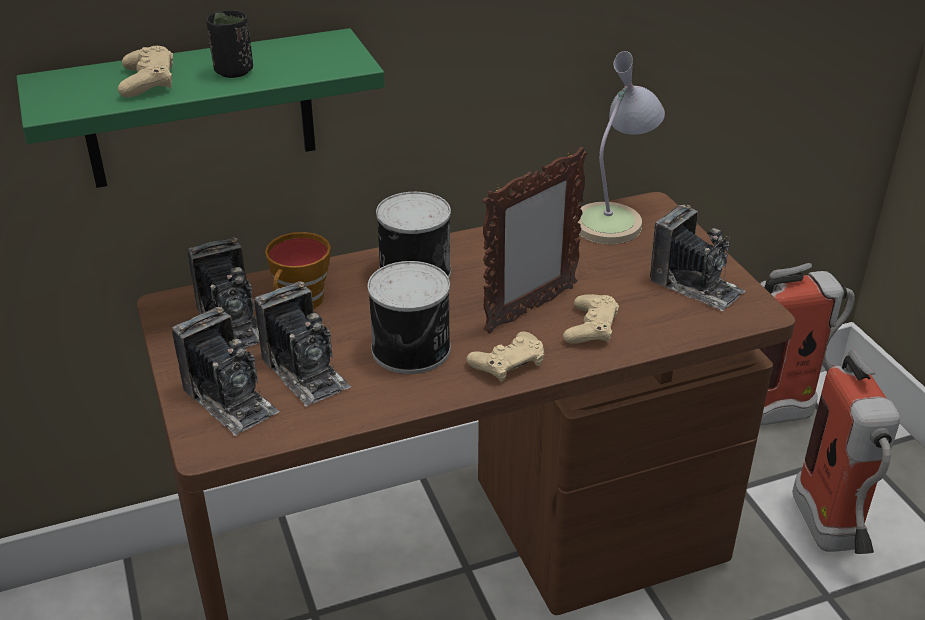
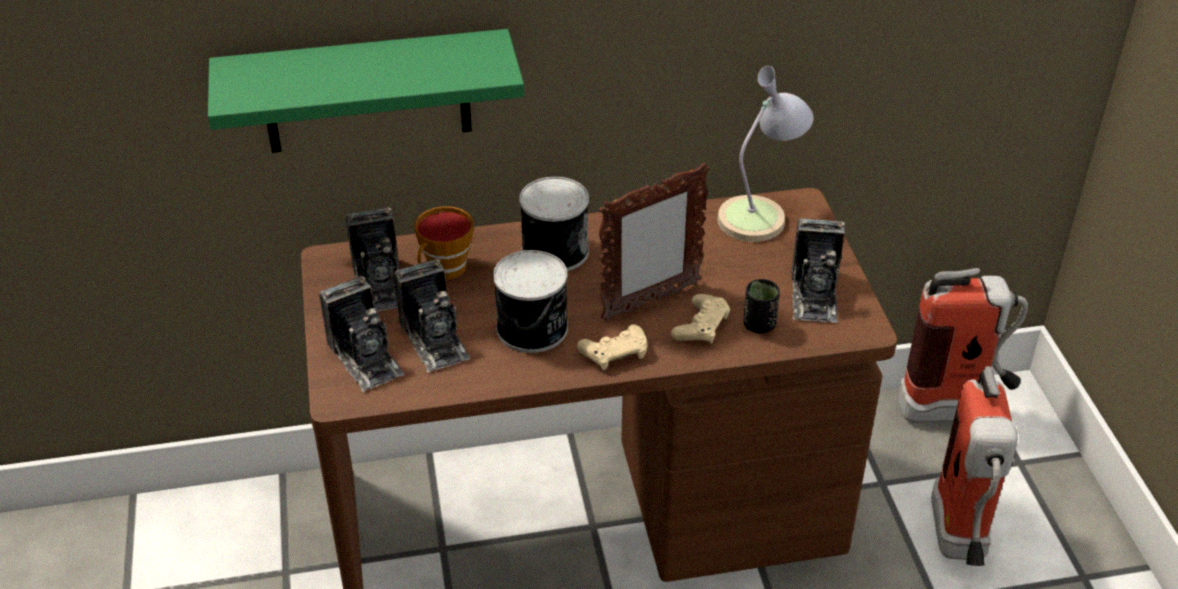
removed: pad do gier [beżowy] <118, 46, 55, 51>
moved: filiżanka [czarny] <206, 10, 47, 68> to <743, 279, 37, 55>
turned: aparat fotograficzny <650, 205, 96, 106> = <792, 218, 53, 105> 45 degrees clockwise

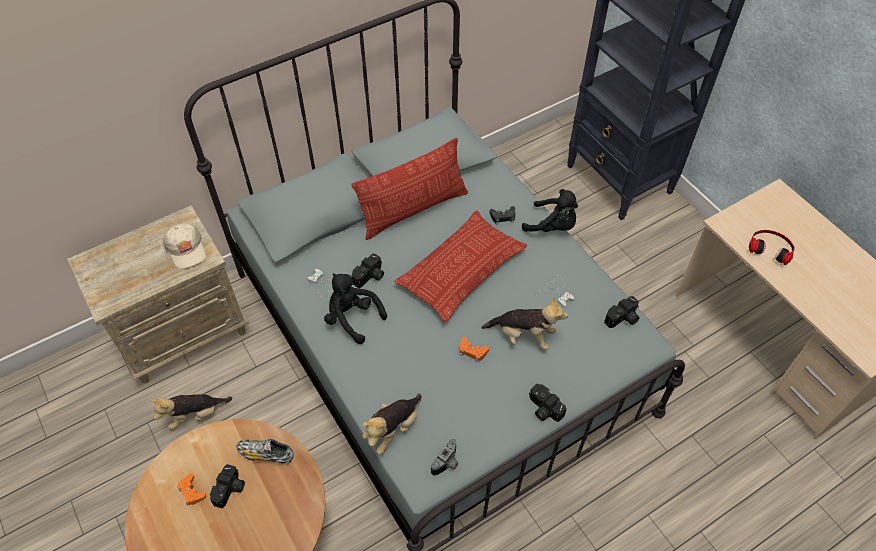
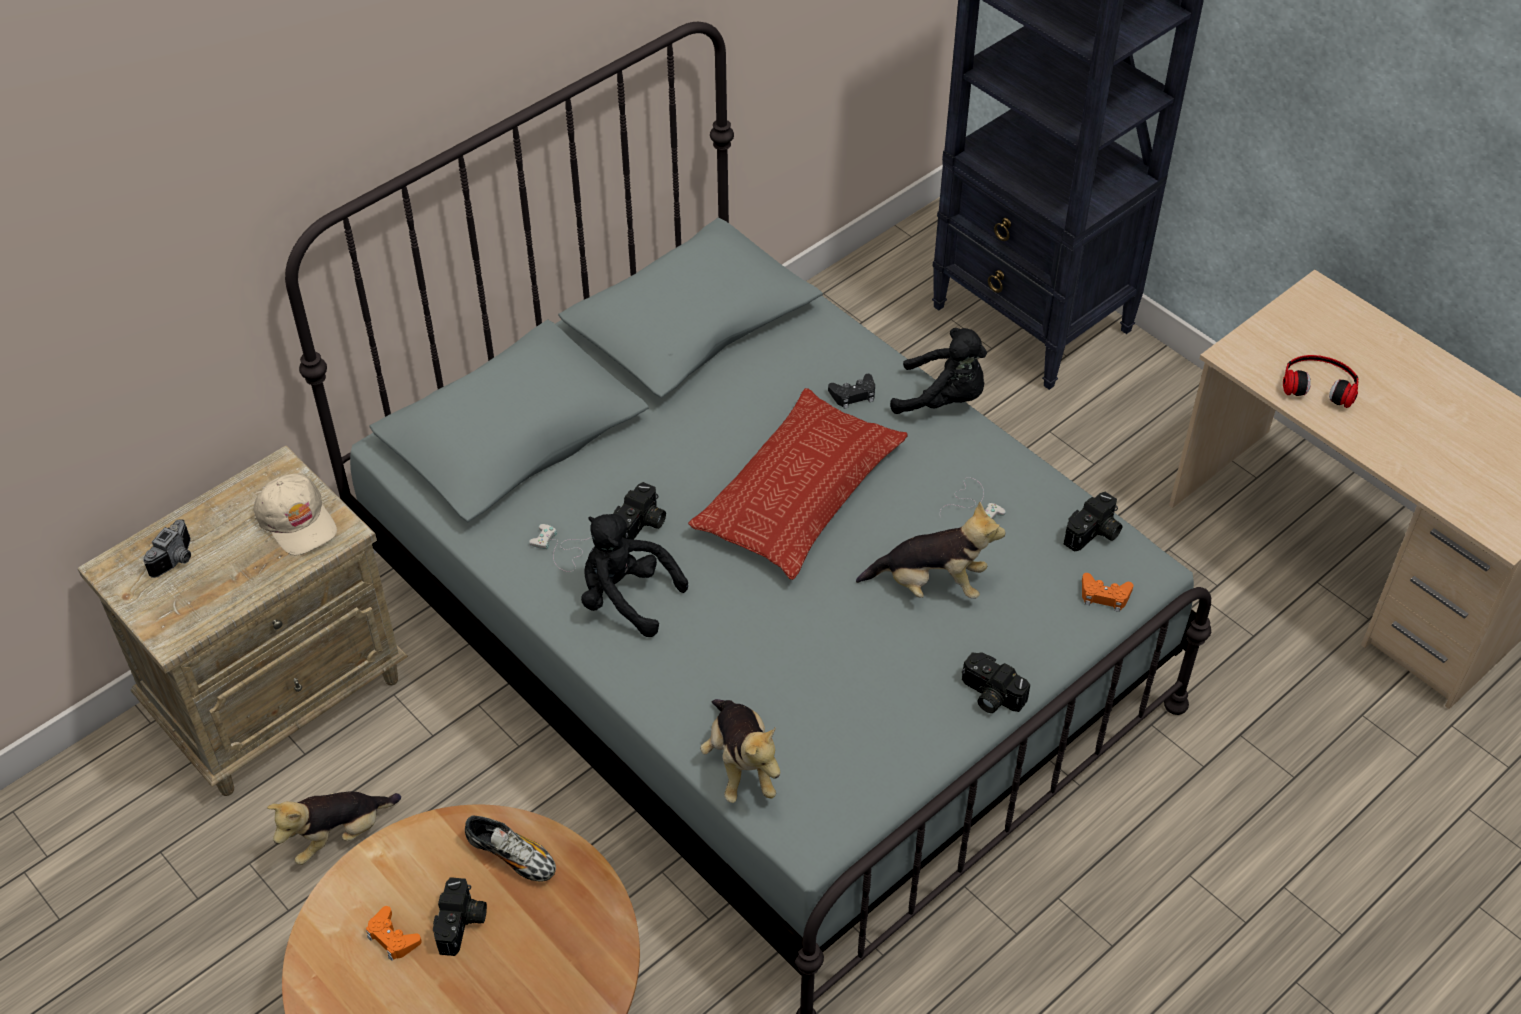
removed: poduszka <352, 137, 116, 103>
moved: aparat fotograficzny <431, 439, 27, 37> to <143, 519, 48, 59>; pad do gier [pomarańczowy] <460, 337, 29, 26> to <1082, 573, 52, 39>
turned: but <236, 439, 58, 25> = <465, 815, 91, 67> 150 degrees counterclockwise; pluszak <362, 393, 60, 62> = <700, 699, 81, 104> 45 degrees counterclockwise

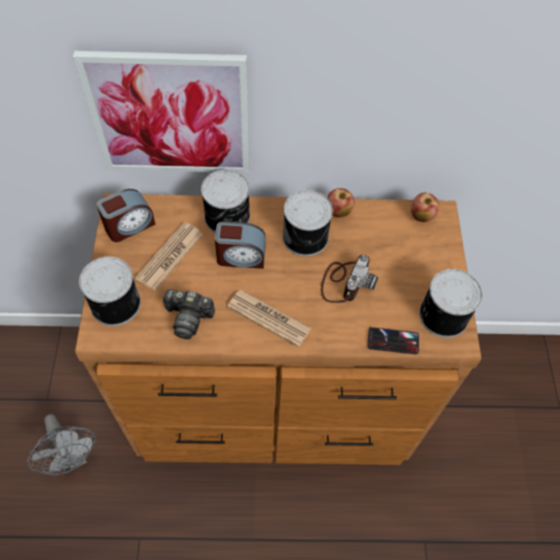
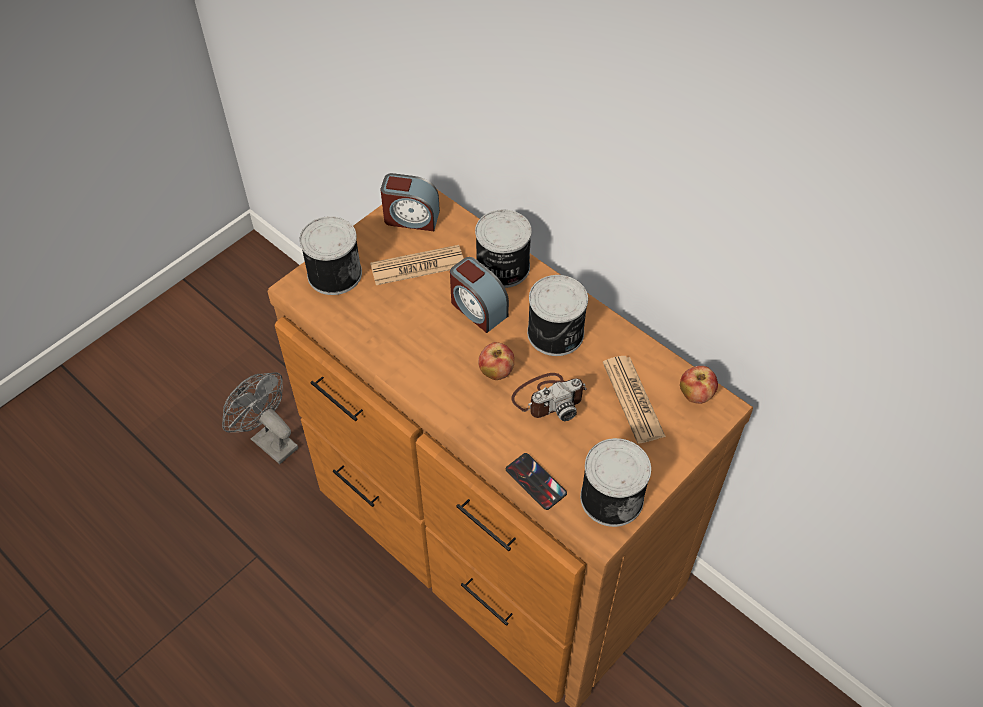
removed: obraz <73, 51, 176, 122>; aparat fotograficzny <162, 289, 53, 50>
moved: jabłko <327, 188, 28, 30> to <478, 342, 36, 38>; gazeta <227, 290, 85, 57> to <603, 356, 63, 88>
turned: wentylator [szary] <27, 414, 69, 61> = <222, 372, 76, 92> 120 degrees clockwise

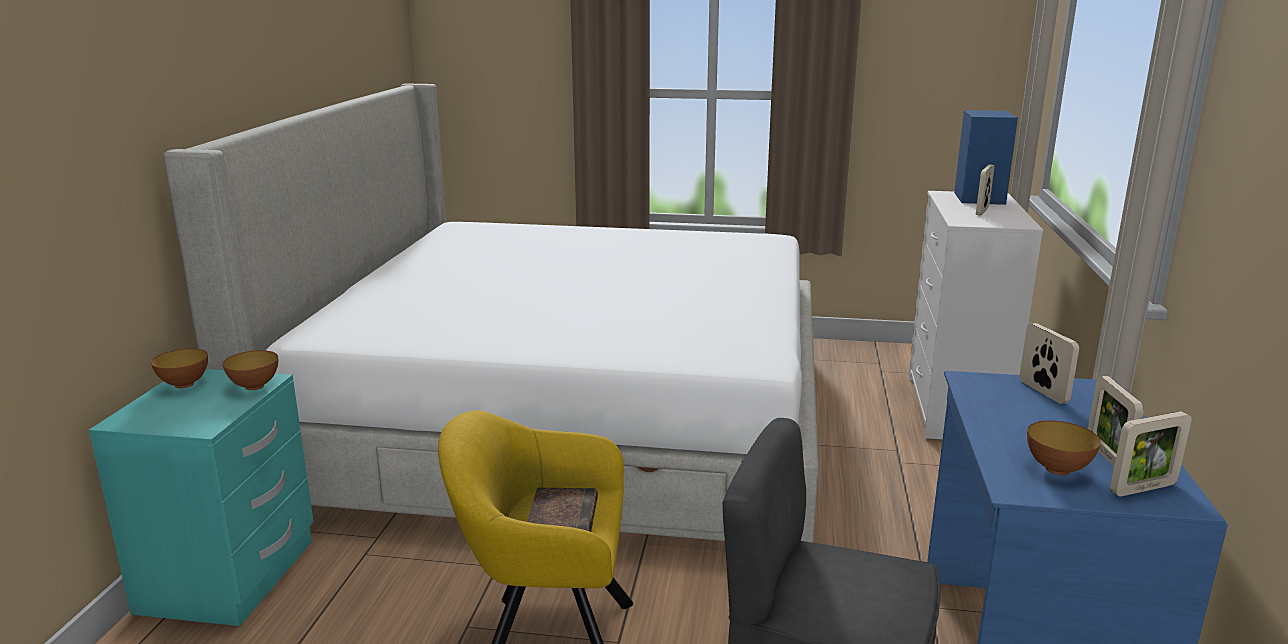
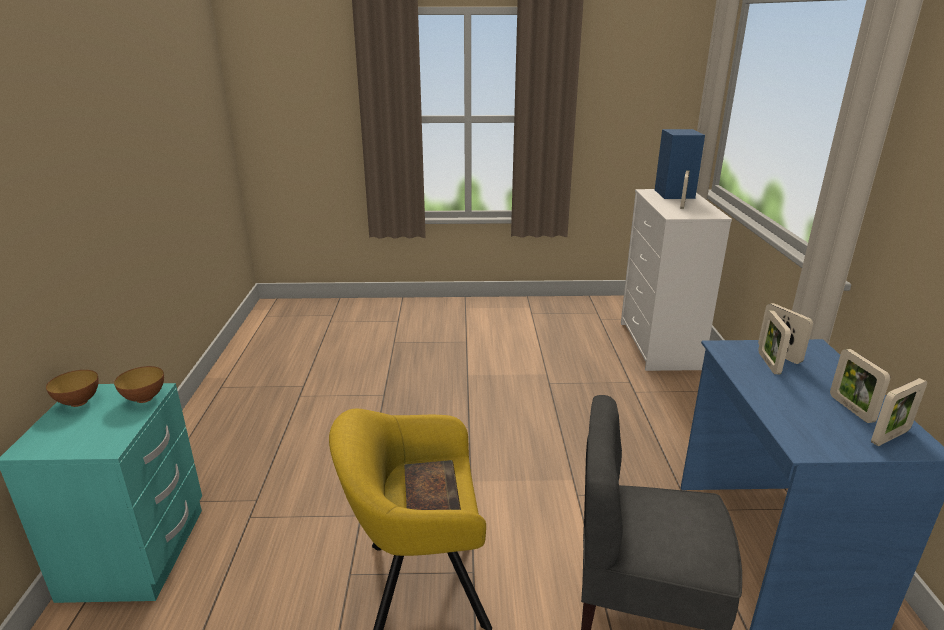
removed: łóżko <163, 83, 656, 460>; miska <1027, 421, 74, 54>
added: ramka na zdjęcie <759, 310, 32, 64>

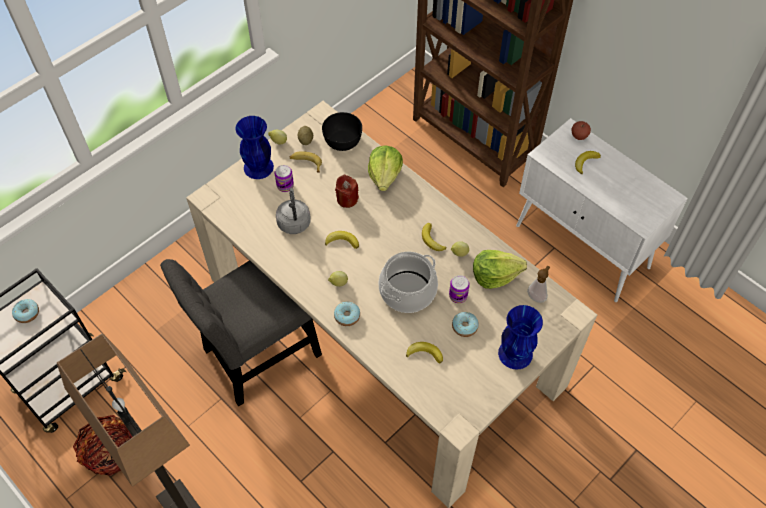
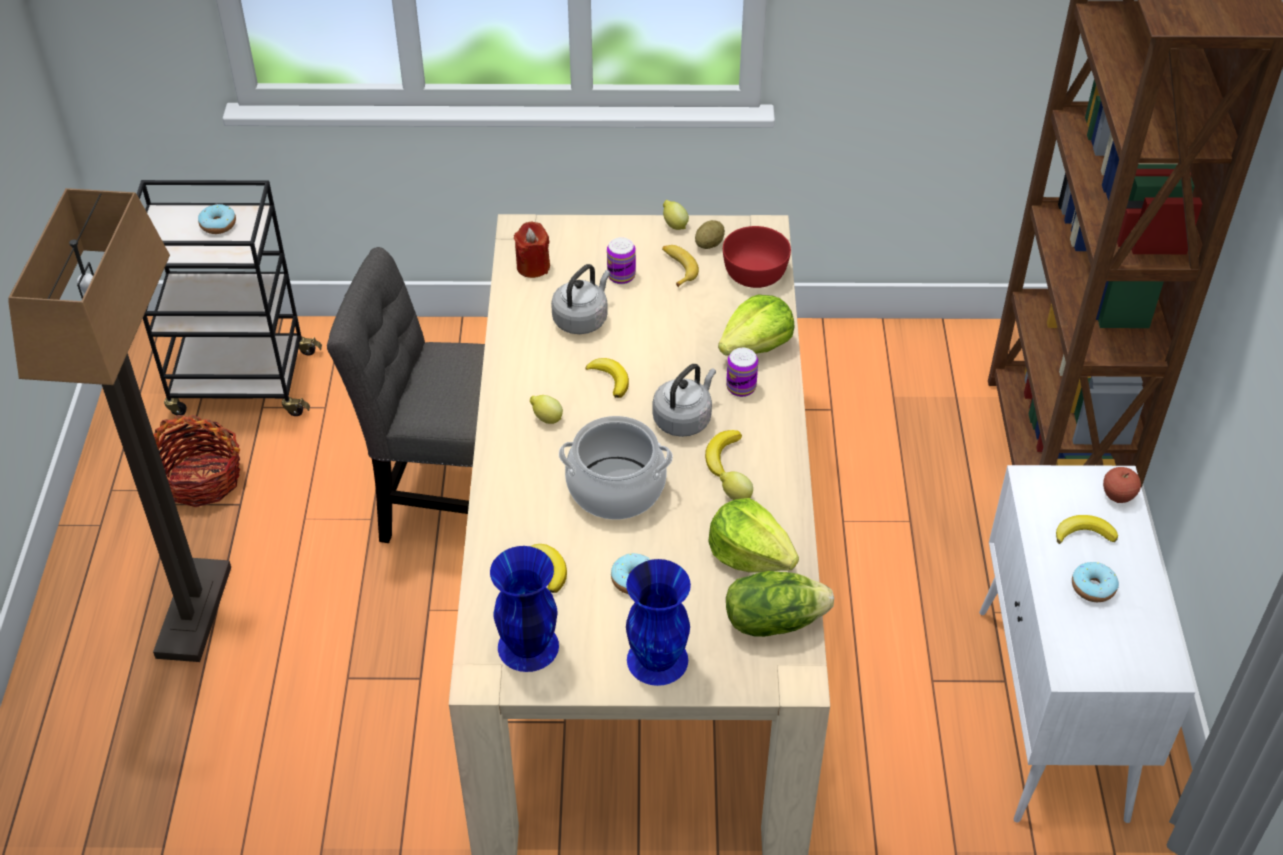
added: czajnik [szary] <653, 364, 63, 73>
moved: wazon [niebieski] <236, 116, 38, 63> to <490, 546, 69, 126>; świeca [czerwony] <335, 175, 24, 33> to <514, 222, 36, 56>; puszka <449, 275, 21, 28> to <726, 348, 32, 49>; donut <334, 302, 26, 24> to <1072, 562, 47, 40>
replaced: dozownik mydła <527, 266, 23, 37> to sałata <726, 571, 108, 66>
recoloured: miska [czarny] <322, 112, 40, 39> to miska [czerwony] <723, 226, 68, 62>

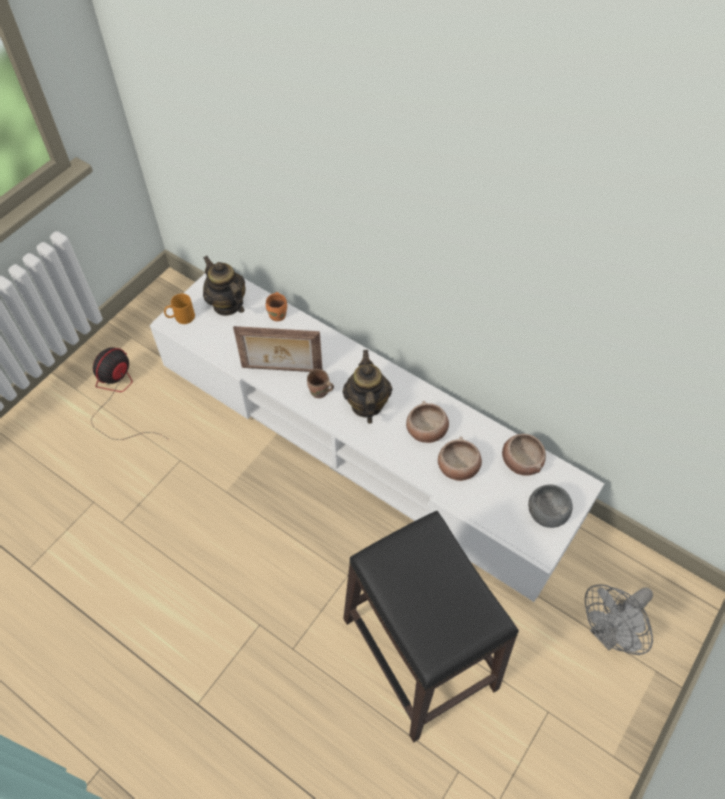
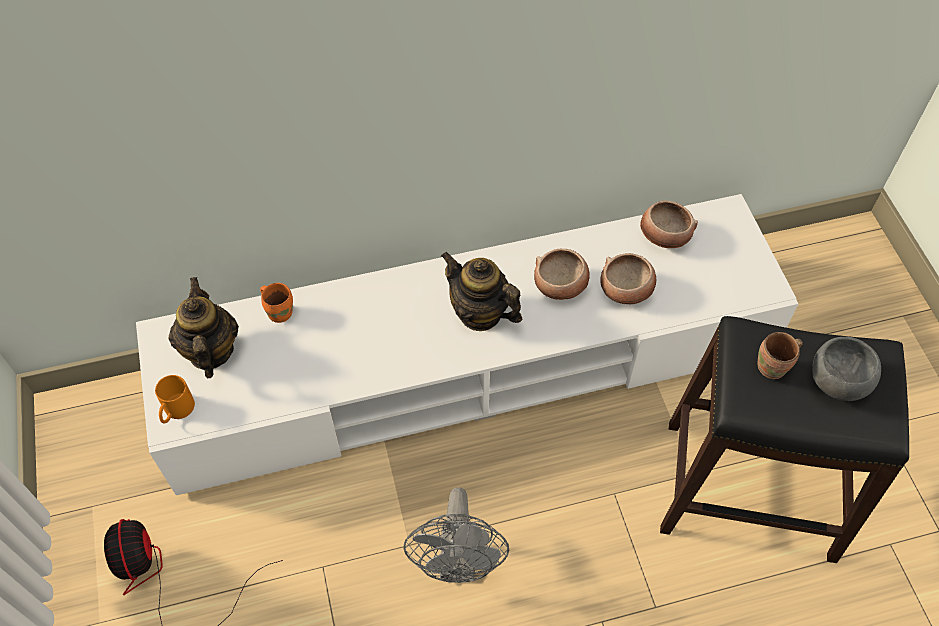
removed: ramka na zdjęcie <233, 326, 90, 46>
moved: wentylator [szary] <585, 584, 68, 71> to <403, 487, 106, 96>; kubek [brązowy] <307, 369, 27, 29> to <758, 332, 45, 47>; miska [szary] <528, 485, 45, 43> to <812, 337, 69, 64>
turned: imbryk <203, 256, 43, 60> = <169, 277, 70, 101> 75 degrees clockwise

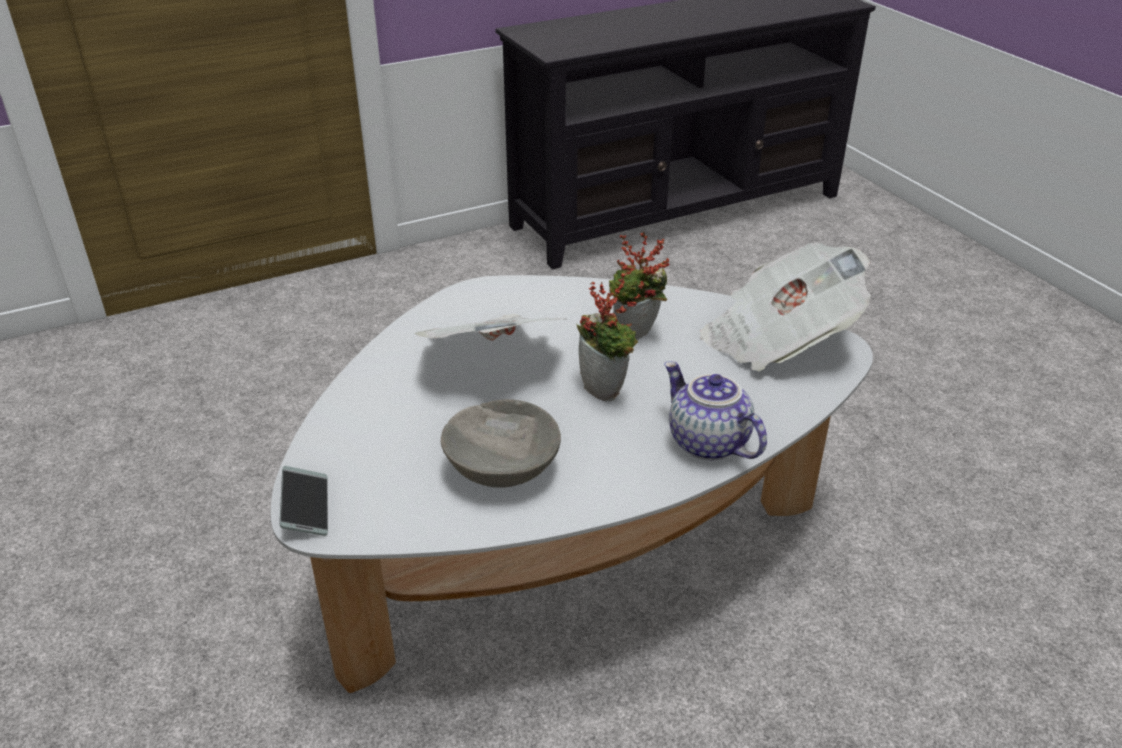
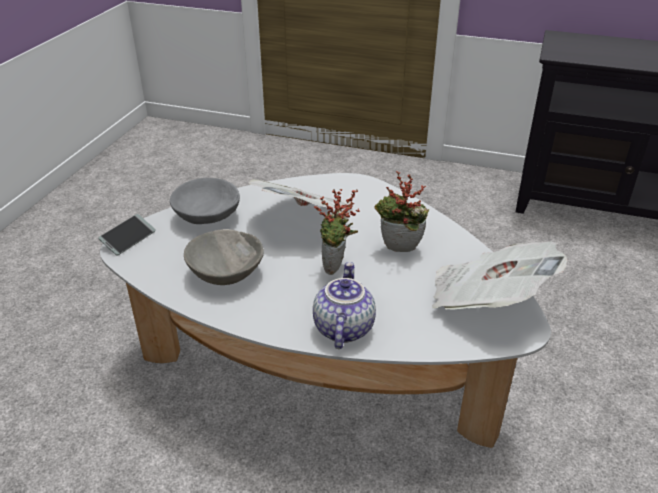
added: miska [szary] <170, 178, 70, 46>

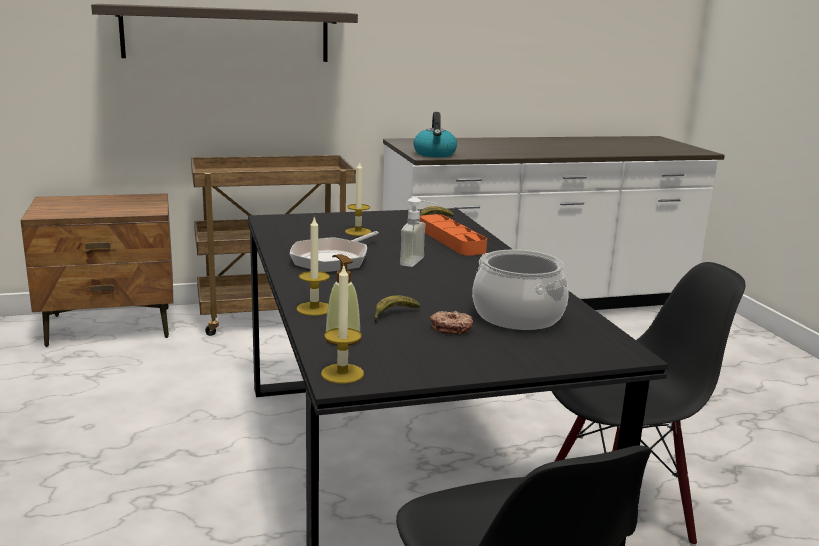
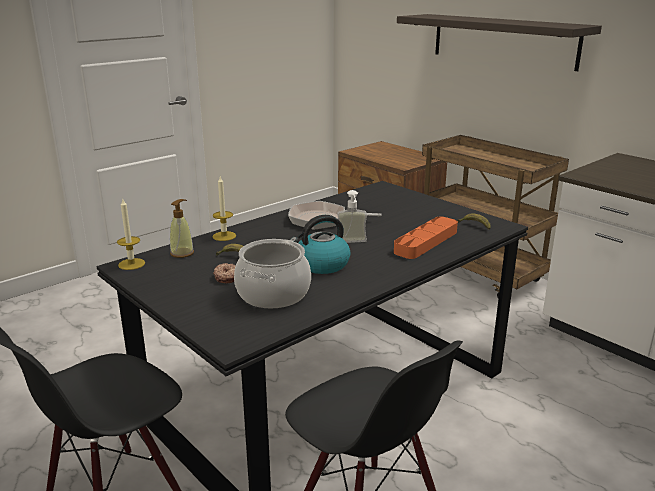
removed: świeca <345, 161, 27, 75>
moved: czajnik <413, 112, 44, 45> to <290, 215, 60, 59>

